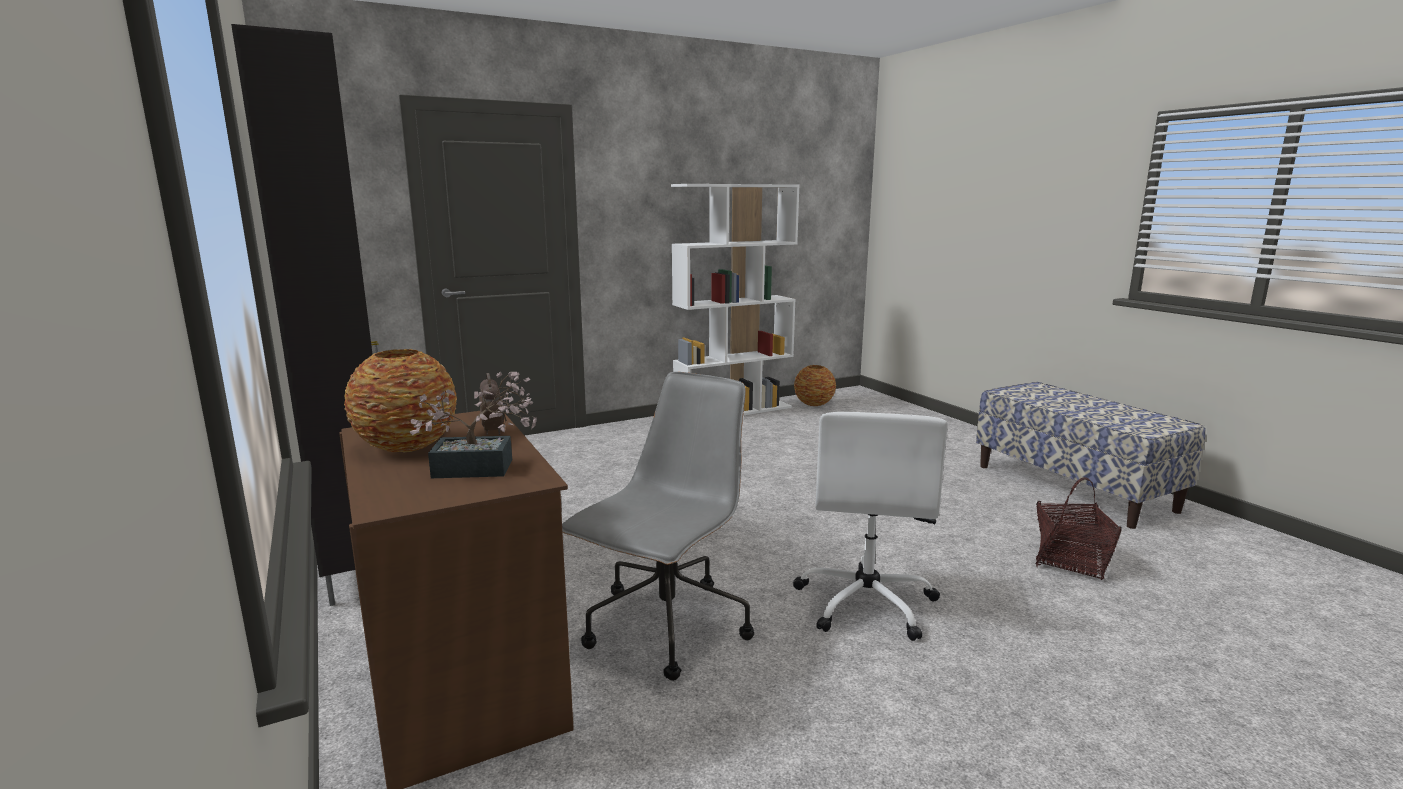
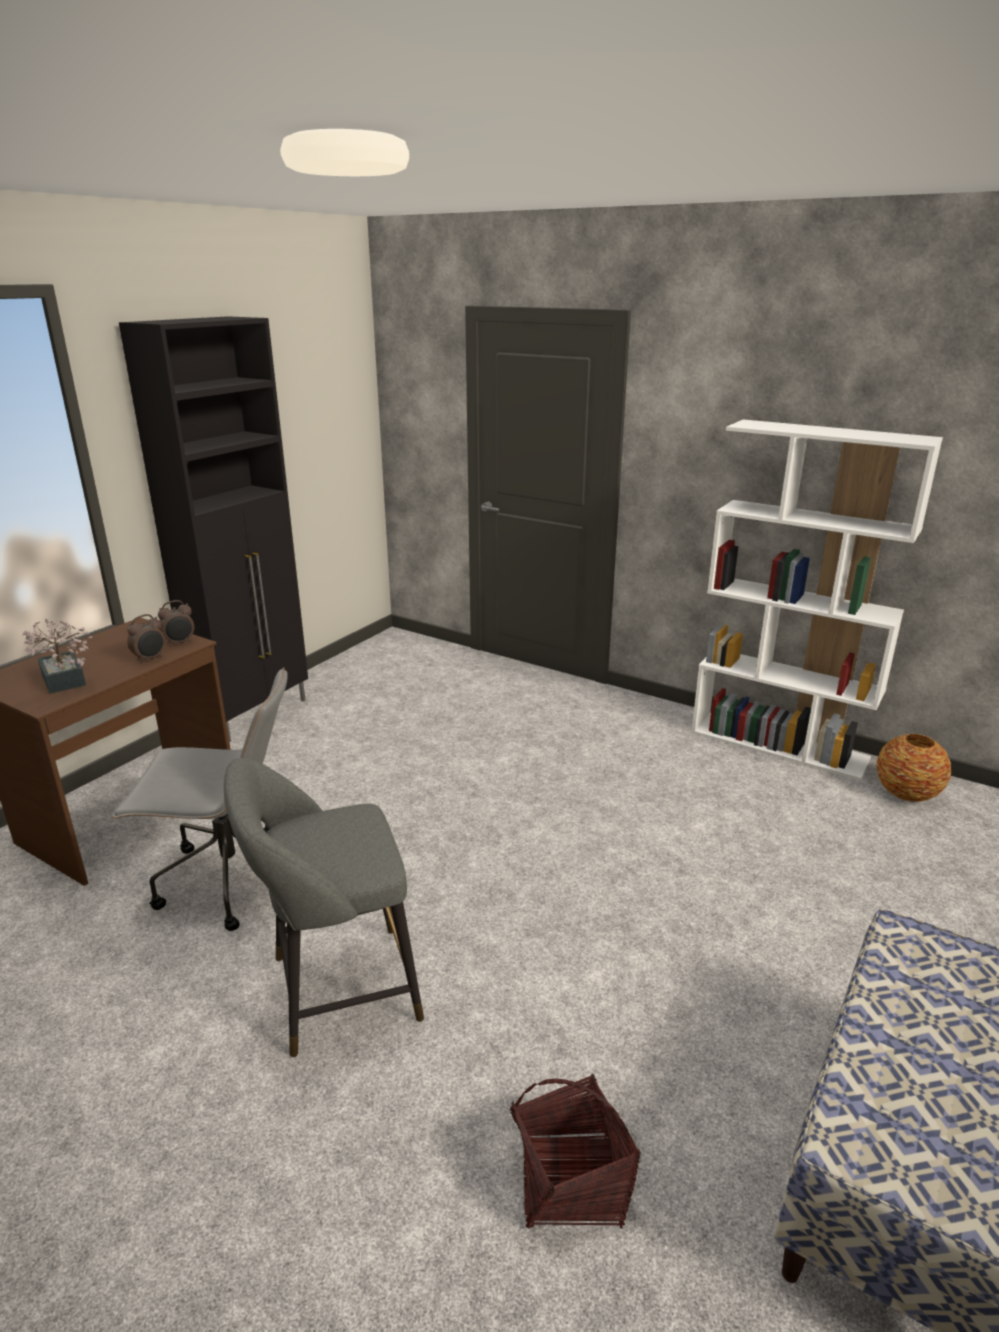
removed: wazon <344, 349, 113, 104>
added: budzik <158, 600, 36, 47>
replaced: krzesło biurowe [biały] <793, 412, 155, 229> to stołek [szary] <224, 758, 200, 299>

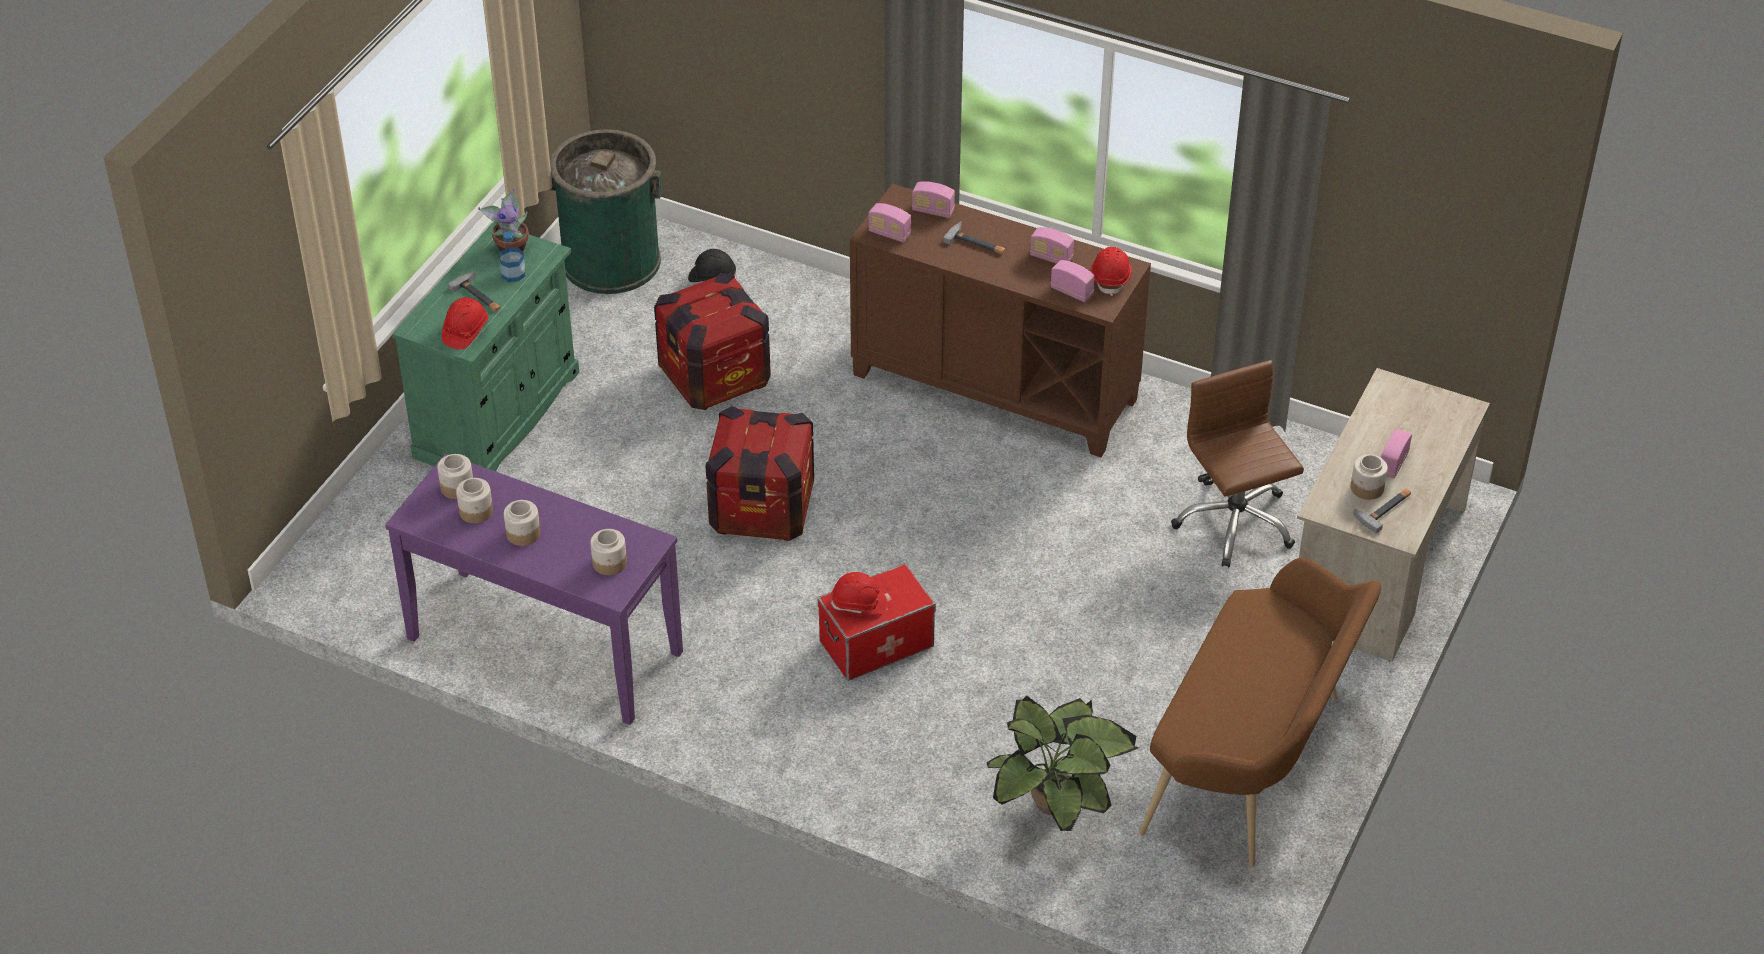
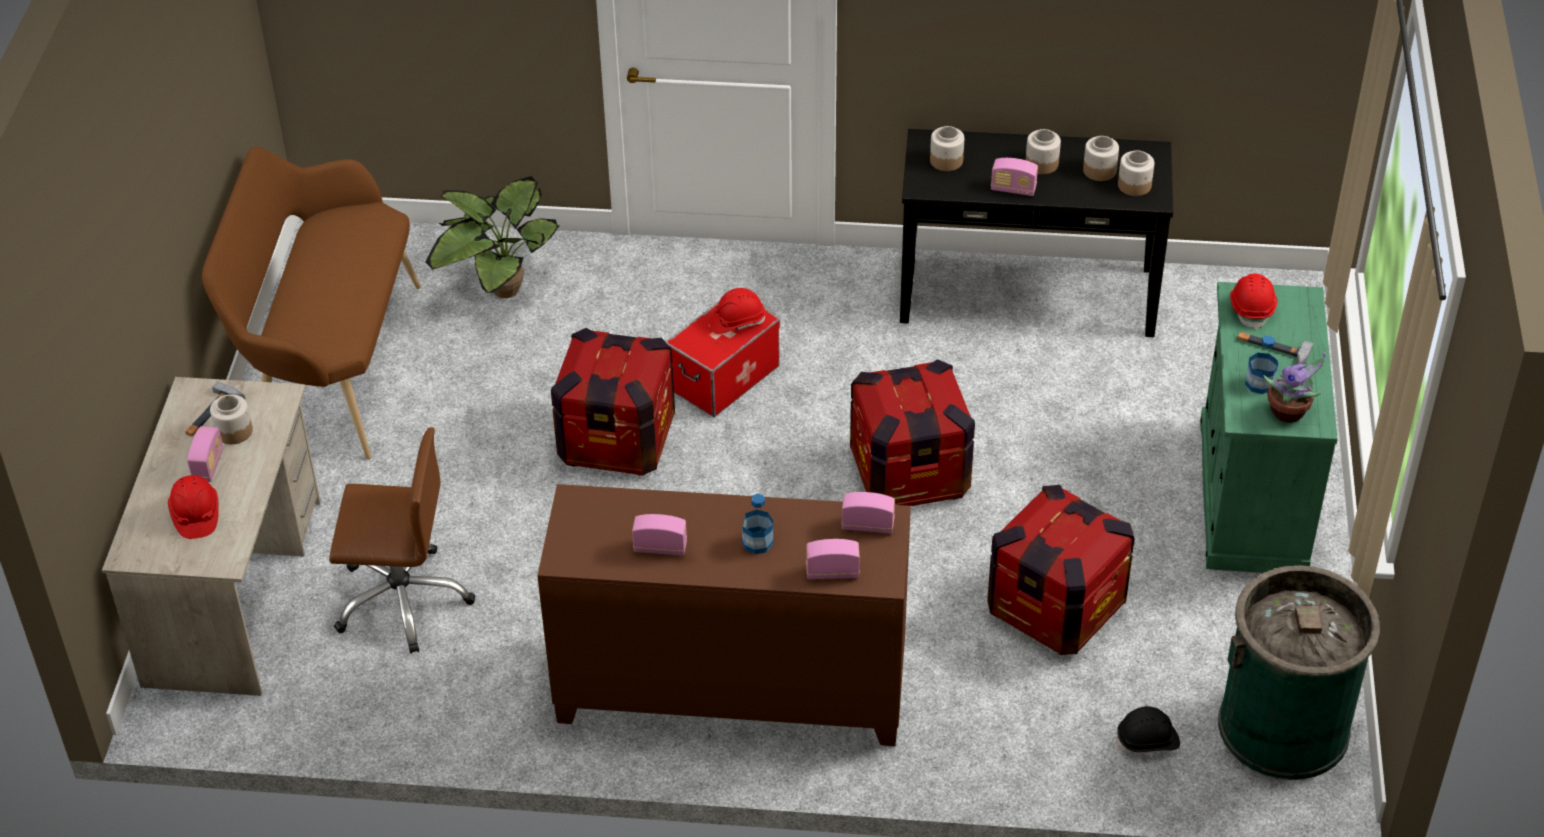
added: skrzynka <551, 328, 124, 148>
moved: kask [czerwony] <1091, 247, 41, 49> to <168, 475, 51, 64>; radio <1051, 260, 44, 42> to <991, 158, 47, 38>
replaced: młotek <943, 221, 62, 33> to butelka <742, 494, 31, 60>
recoloured: stolik konsolowy [fioletowy] <385, 454, 298, 271> to stolik konsolowy [czarny] <900, 129, 273, 208>
turned: krzesło biurowe [brązowy] <1171, 360, 133, 207> = <329, 427, 146, 227> 45 degrees counterclockwise

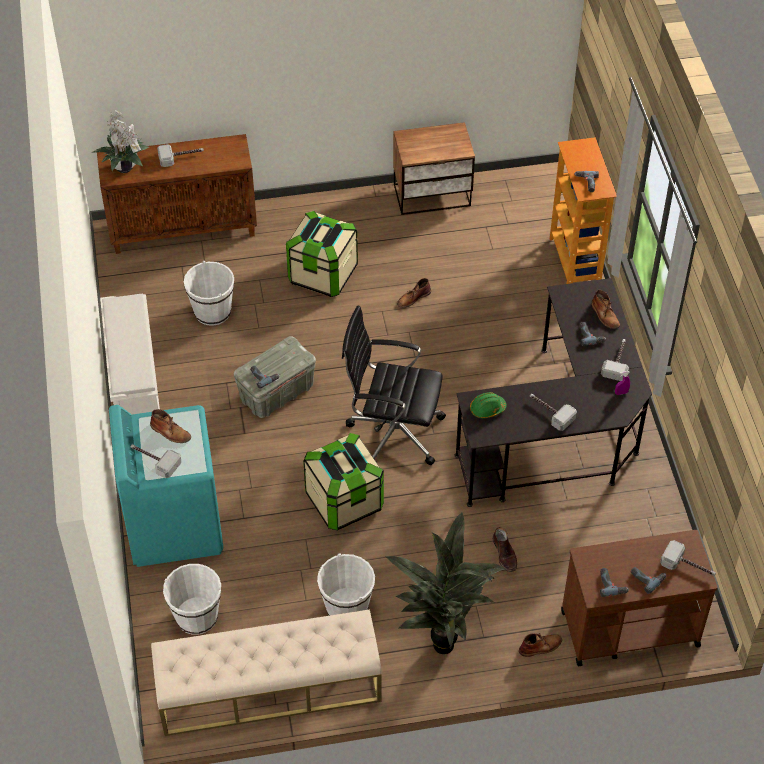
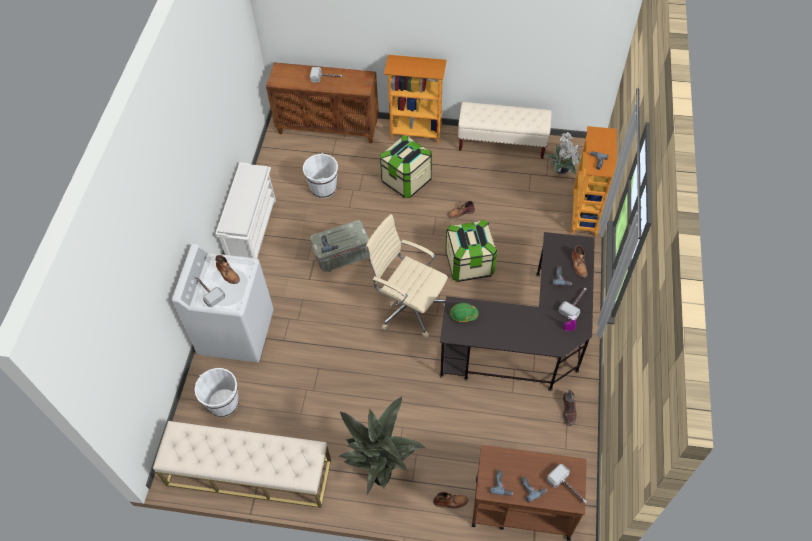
removed: wiadro [biały] <317, 554, 58, 62>; młotek <530, 394, 47, 37>
added: regał <384, 55, 63, 89>
moved: pojemnik do przechowywania <303, 433, 81, 97> to <446, 220, 51, 62>; roślina doniczkowa <91, 110, 58, 63> to <545, 132, 35, 42>; but z cholewką [brązowy] <492, 527, 25, 45> to <563, 390, 14, 36>
replaced: szafka nocna <393, 122, 82, 93> to ławka [beżowy] <458, 102, 94, 57>
recoloured: pralka [turkusowy] <109, 405, 114, 162> to pralka [biały] <172, 244, 102, 118>; krzesło biurowe [czarny] <342, 306, 104, 159> to krzesło biurowe [beżowy] <366, 214, 82, 124>

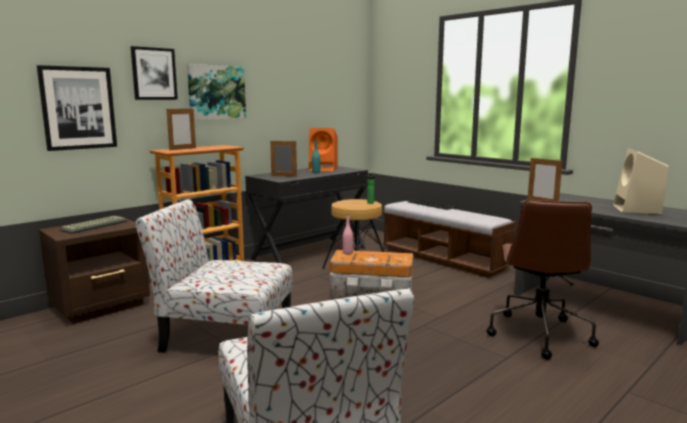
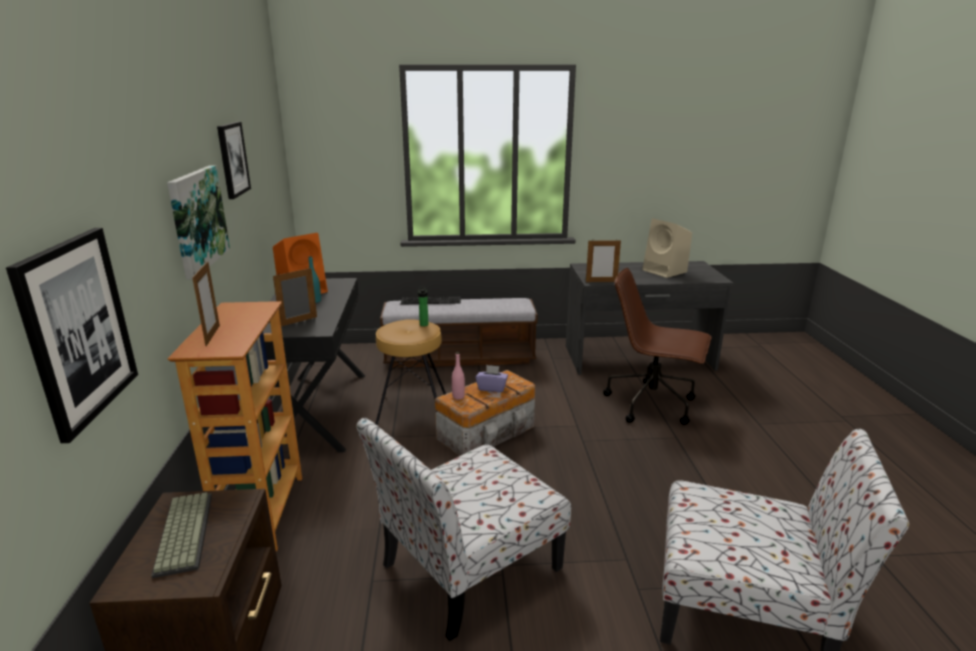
added: pudełko chusteczek [fioletowy] <476, 365, 32, 27>
moved: obraz <130, 46, 48, 54> to <217, 122, 34, 77>
turned: krzesło biurowe [brązowy] <487, 200, 112, 159> = <603, 268, 108, 157> 150 degrees clockwise

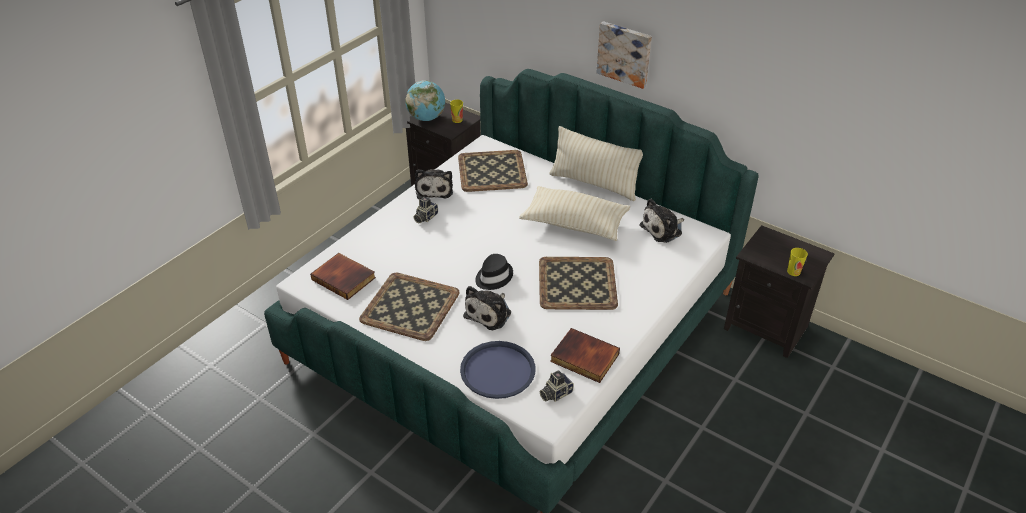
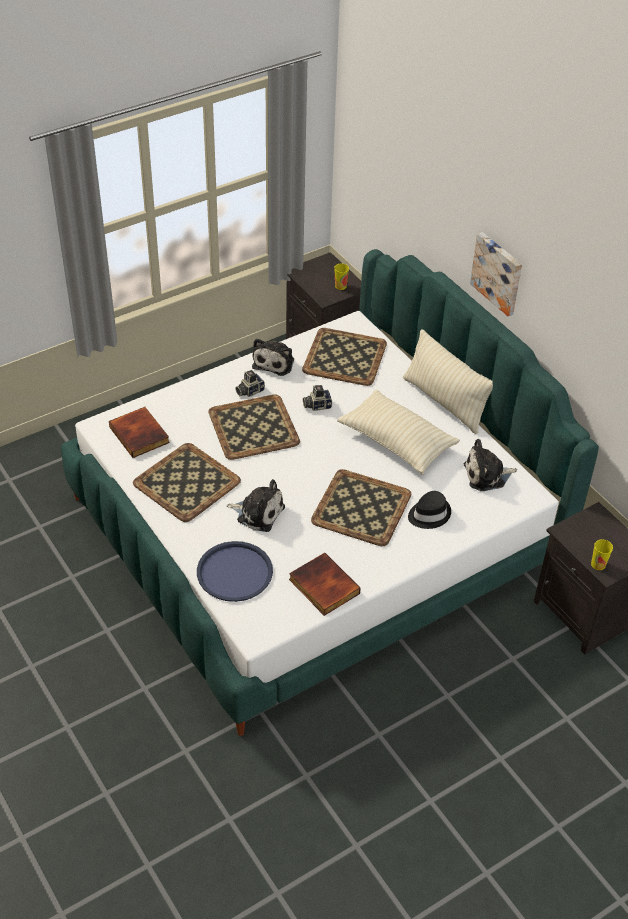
removed: globus <405, 80, 40, 41>
added: taca <208, 394, 92, 66>
moved: aparat fotograficzny <540, 370, 34, 32> to <303, 385, 29, 26>; kapelusz [czarny] <475, 254, 38, 36> to <408, 491, 43, 38>
turned: pluszak <463, 286, 48, 44> = <226, 479, 59, 53> 120 degrees counterclockwise

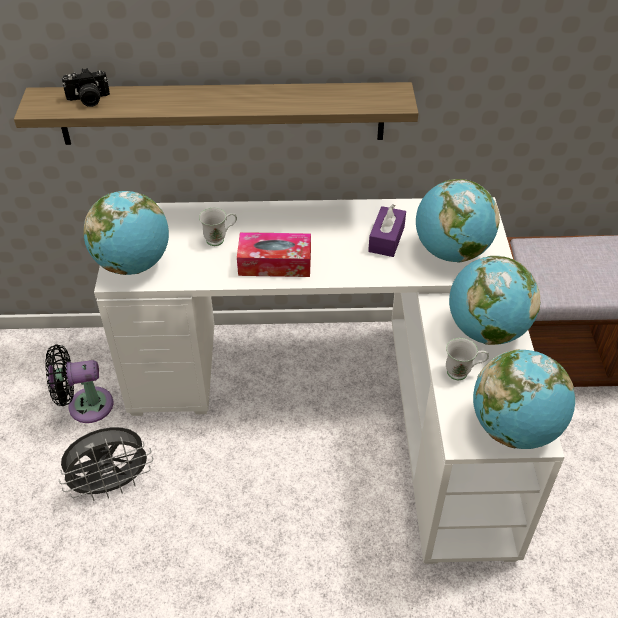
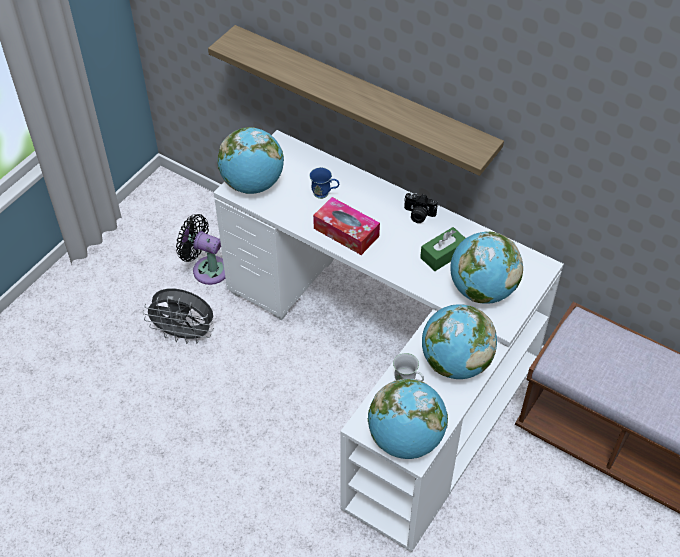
moved: aparat fotograficzny <62, 68, 48, 39> to <404, 193, 34, 30>
recoloured: kubek [biały] <199, 208, 38, 38> to kubek [niebieski] <309, 167, 30, 32>; pudełko chusteczek [fioletowy] <368, 204, 38, 53> to pudełko chusteczek [zielony] <420, 227, 46, 44>

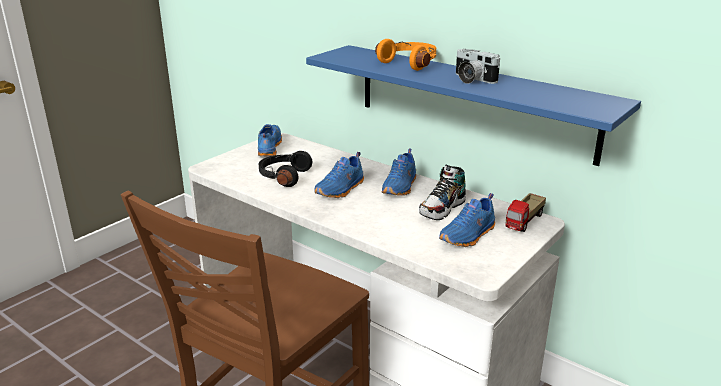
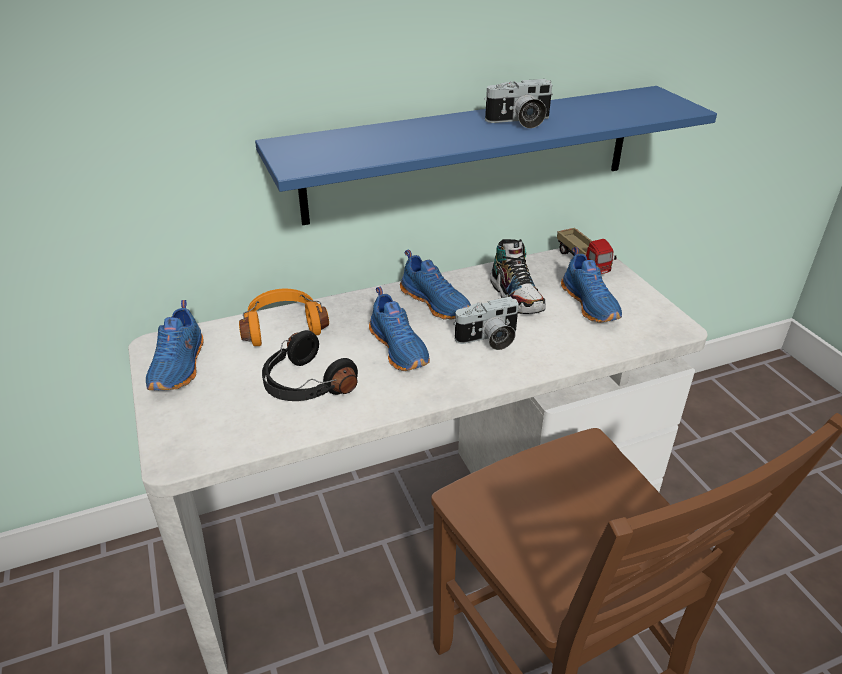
added: aparat fotograficzny <453, 296, 66, 54>
moved: słuchawki [pomarańczowy] <375, 39, 61, 32> to <239, 288, 90, 58>
turned: but [niebieski] <258, 124, 24, 32> = <146, 300, 58, 90> 120 degrees counterclockwise

